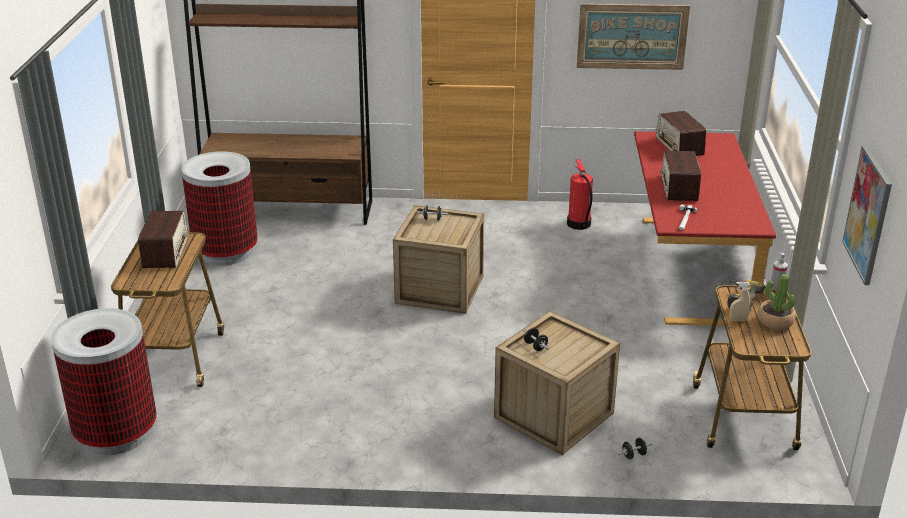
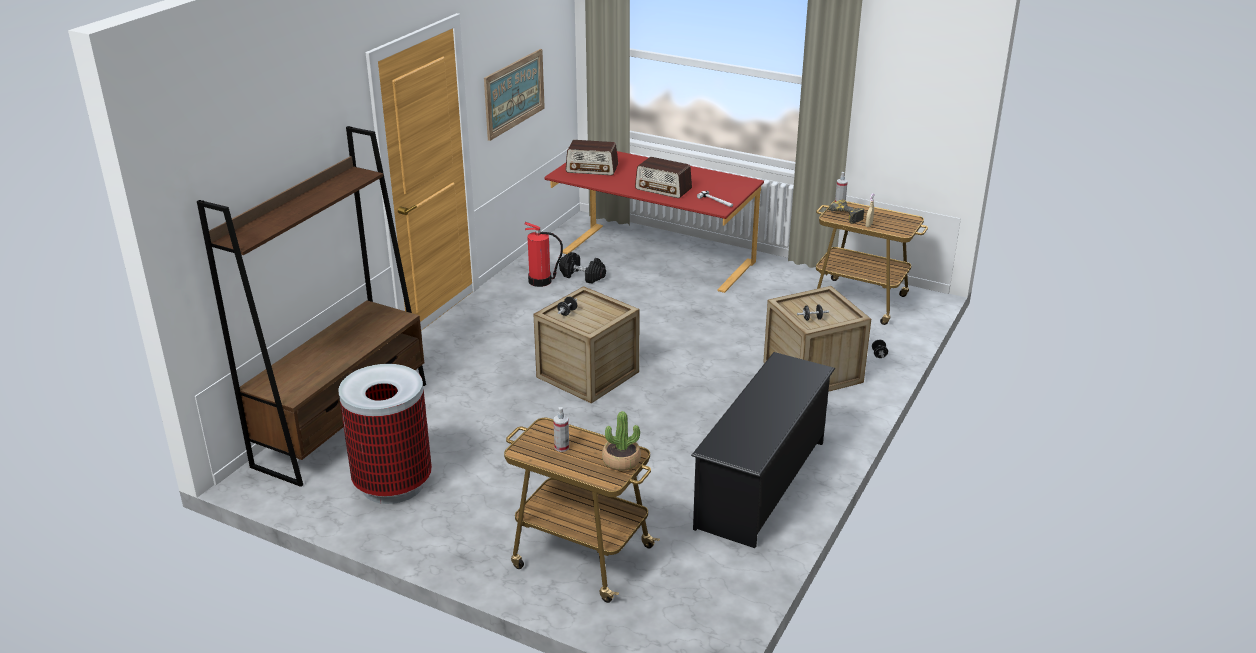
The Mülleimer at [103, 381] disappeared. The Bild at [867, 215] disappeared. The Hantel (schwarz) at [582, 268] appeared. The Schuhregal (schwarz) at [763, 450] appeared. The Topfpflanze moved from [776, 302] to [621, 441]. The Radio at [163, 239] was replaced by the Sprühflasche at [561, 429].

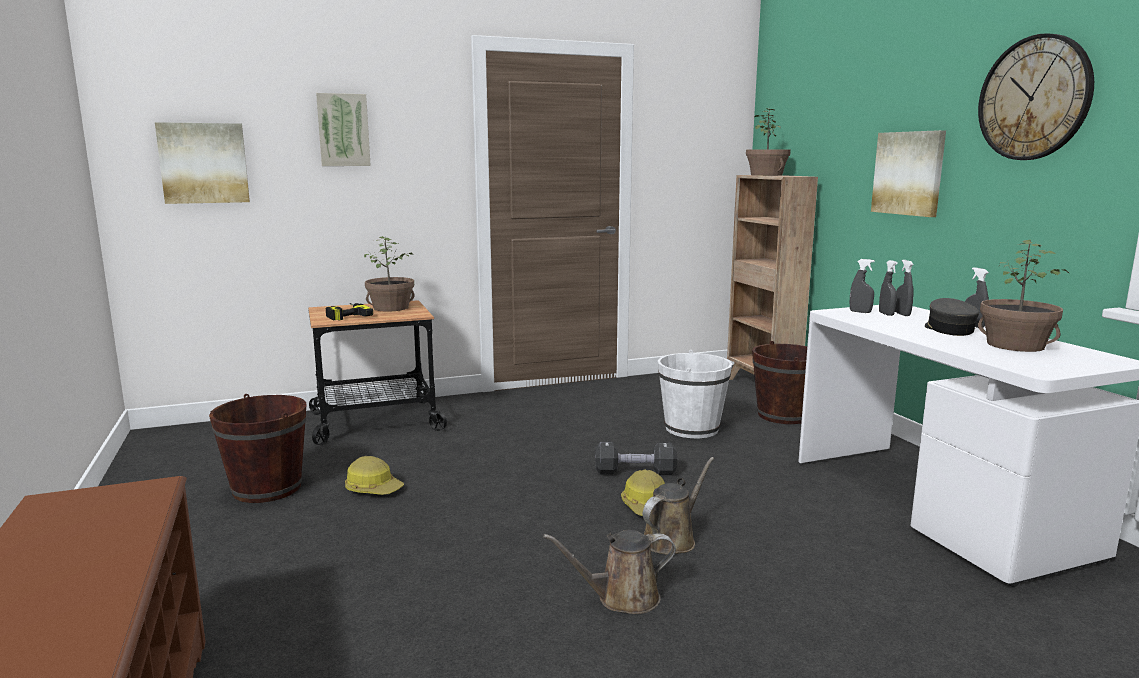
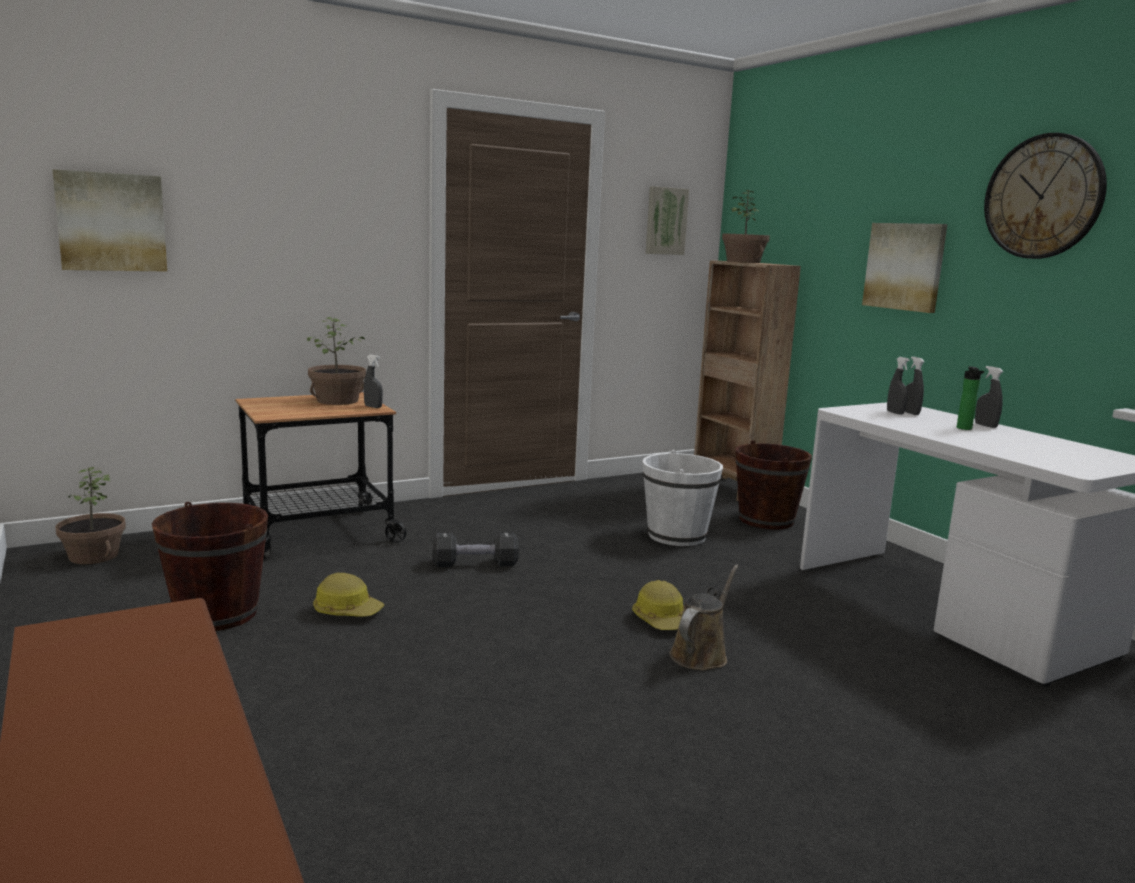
The Bohrmaschine at [349, 311] disappeared. The Gießkanne (braun) at [609, 572] disappeared. The Bild moved from [343, 129] to [667, 220]. The Hantel (schwarz) moved from [636, 458] to [475, 549]. The Sprühflasche (grau) moved from [862, 286] to [373, 381]. The Topfpflanze moved from [1023, 295] to [91, 515]. The Kappe (grau) at [952, 317] was replaced by the Flasche at [970, 398].

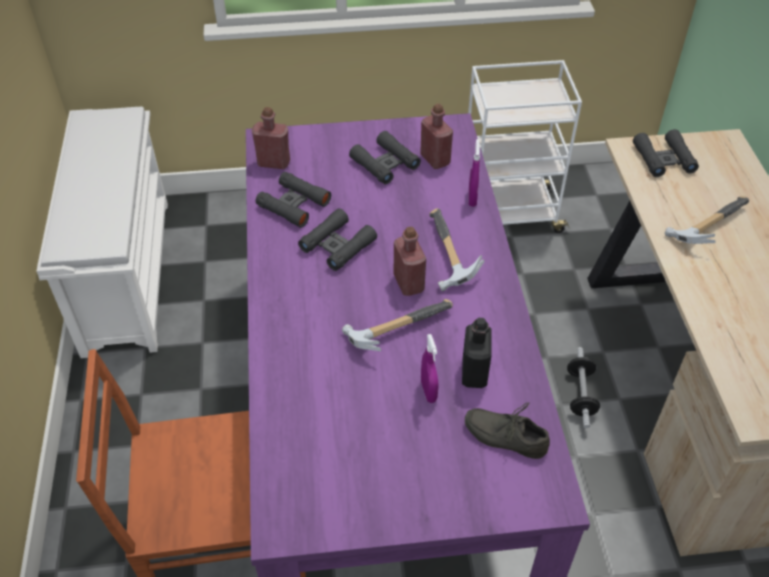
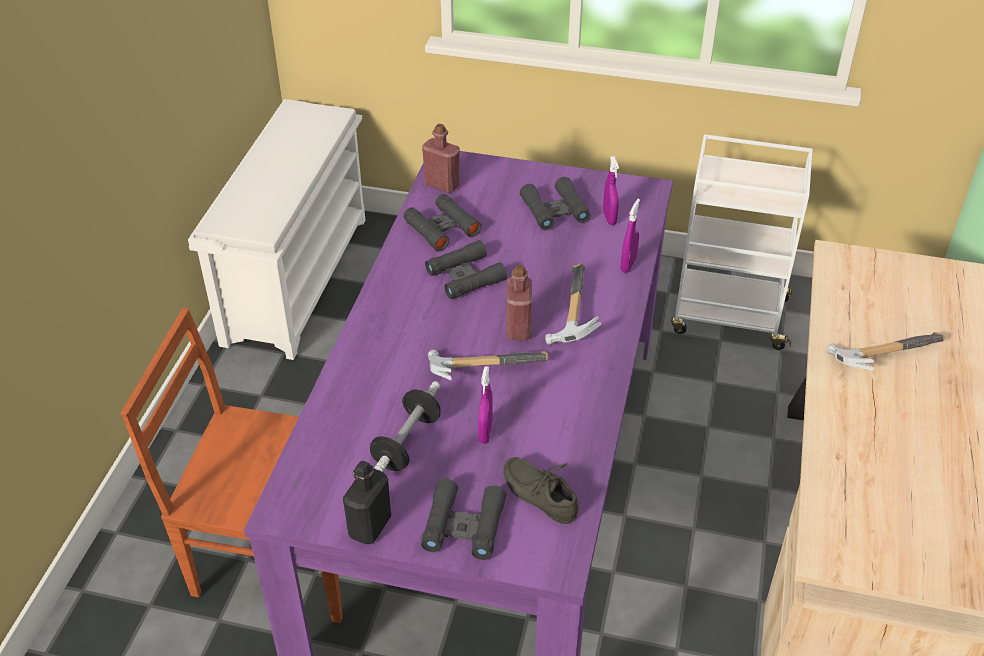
The Flasche (schwarz) moved from [477, 353] to [367, 502]. The Hantel moved from [583, 387] to [405, 426]. The Fernglas (schwarz) moved from [666, 153] to [464, 519]. The Flasche (rot) at [436, 136] was replaced by the Sprühflasche (lila) at [611, 190].

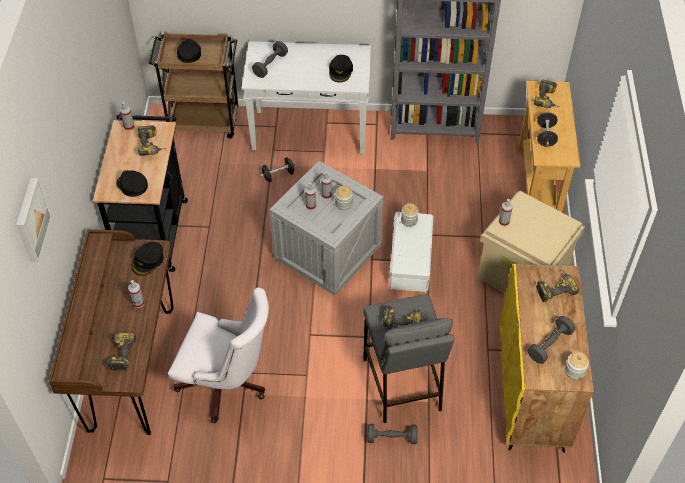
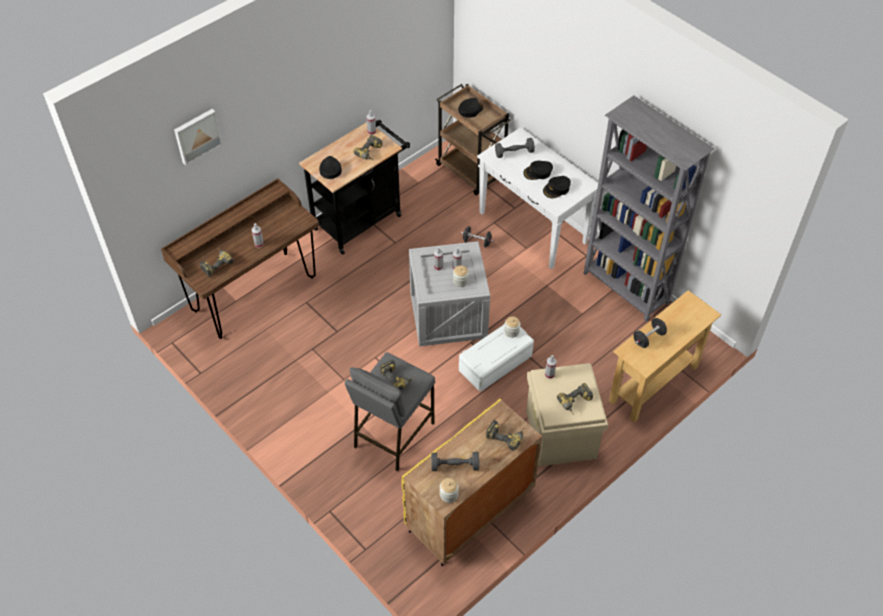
The Bürostuhl (weiß) at [218, 355] disappeared. The Hantel (grau) at [392, 434] disappeared. The Kappe (schwarz) moved from [147, 259] to [538, 170]. The Bohrmaschine moved from [547, 94] to [575, 399].

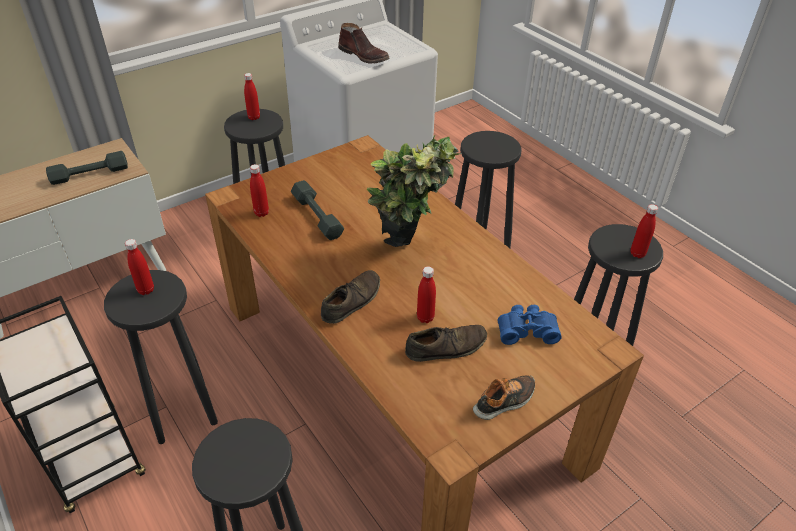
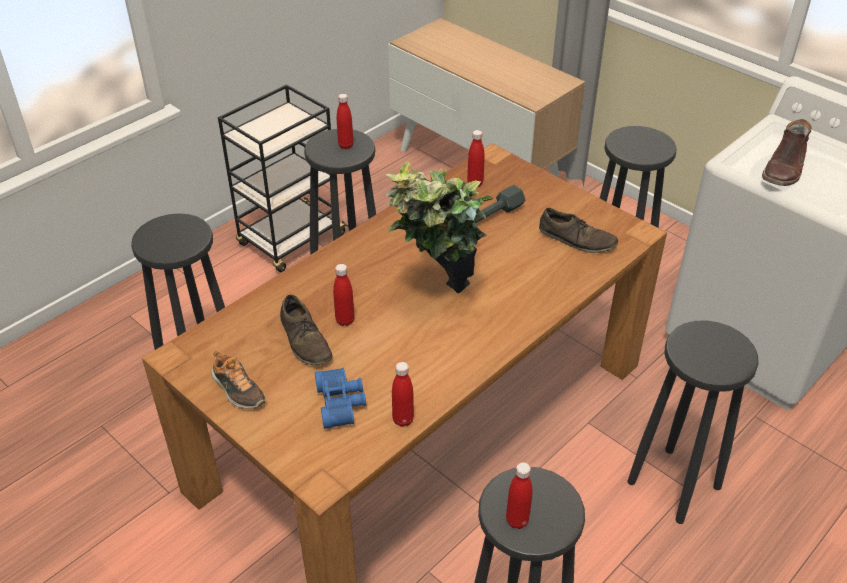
The Hantel (grau) at [87, 168] disappeared. The Flasche (rot) moved from [252, 96] to [403, 394]. The Schuh (braun) moved from [350, 297] to [578, 230].

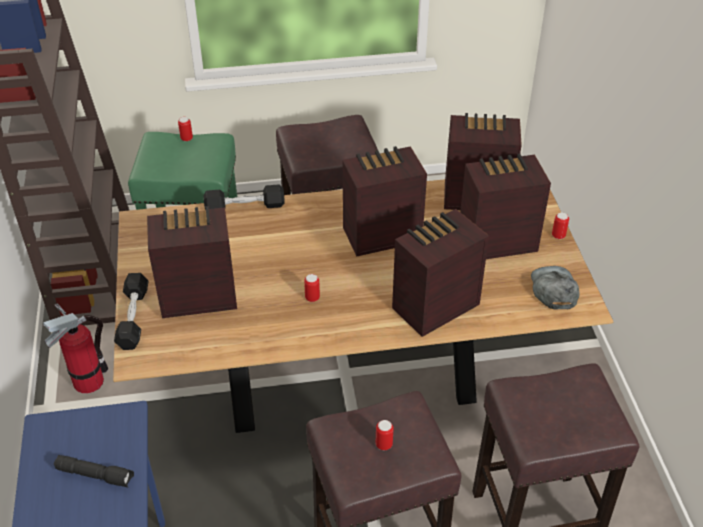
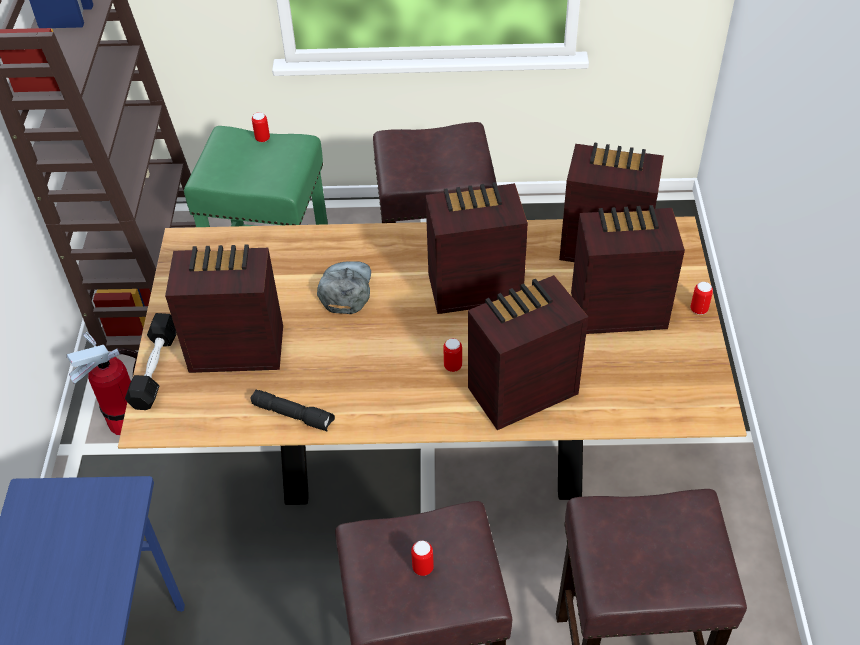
The Hantel (schwarz) at [244, 197] disappeared. The Taschenlampe (schwarz) moved from [94, 471] to [292, 411]. The Dose moved from [312, 288] to [452, 355]. The Kappe (grau) moved from [555, 287] to [344, 287].

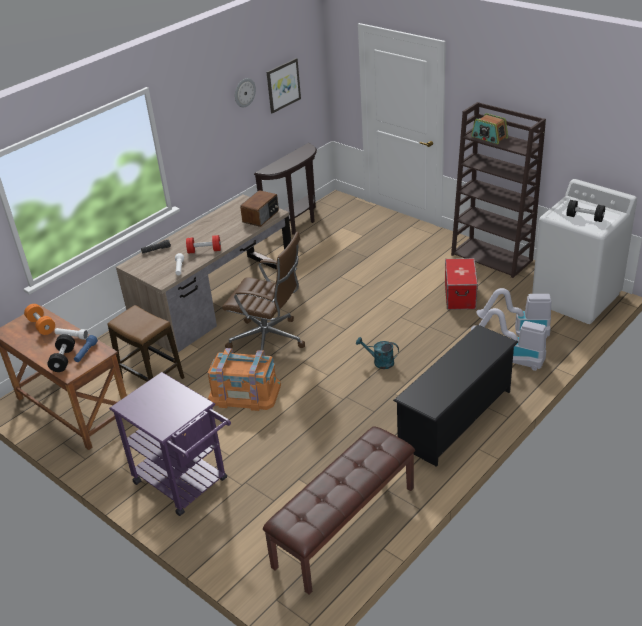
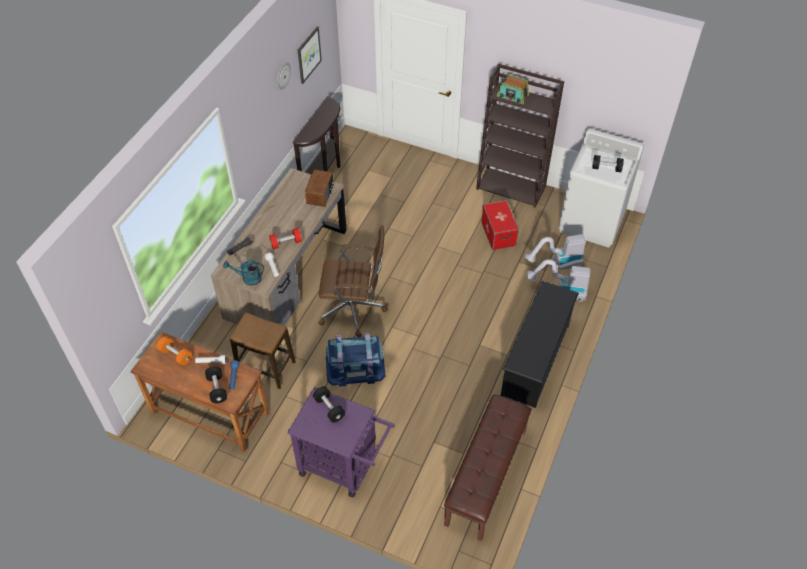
The Hantel (schwarz) at [329, 404] appeared. The Gießkanne (türkis) moved from [377, 353] to [243, 273]. The Aufbewahrungsbox (orange) at [244, 379] became the Aufbewahrungsbox (blau) at [355, 360].

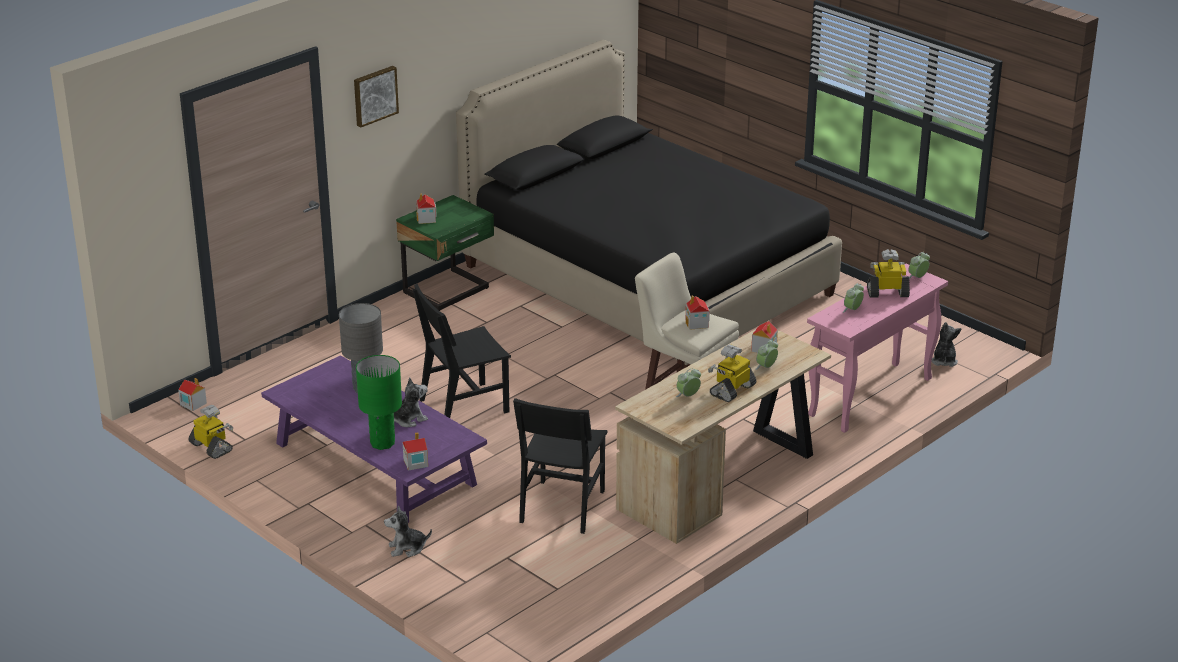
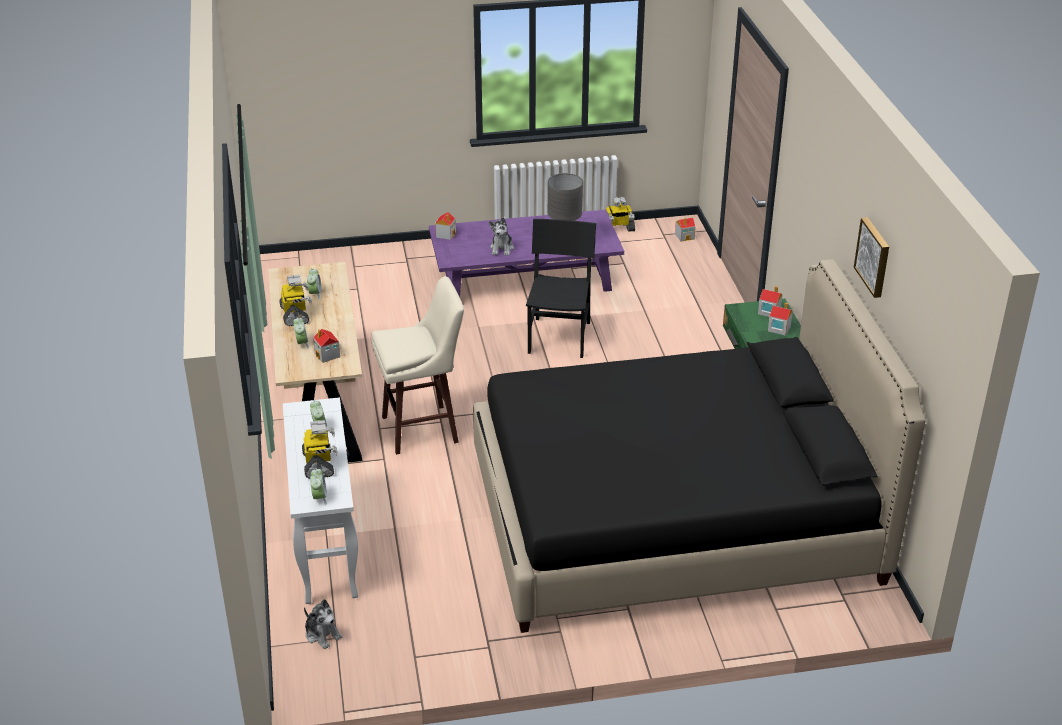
The Tischlampe (grün) at [379, 402] disappeared. The Plüschtier at [408, 531] disappeared. The Stuhl (schwarz) at [560, 466] disappeared. The Bild moved from [376, 97] to [871, 257]. The Spielzeughaus moved from [697, 312] to [780, 319]. The Konsolentisch (rosa) at [877, 348] became the Konsolentisch (weiß) at [320, 500]. The Spielzeugroboter at [888, 273] turned 45 degrees counterclockwise.

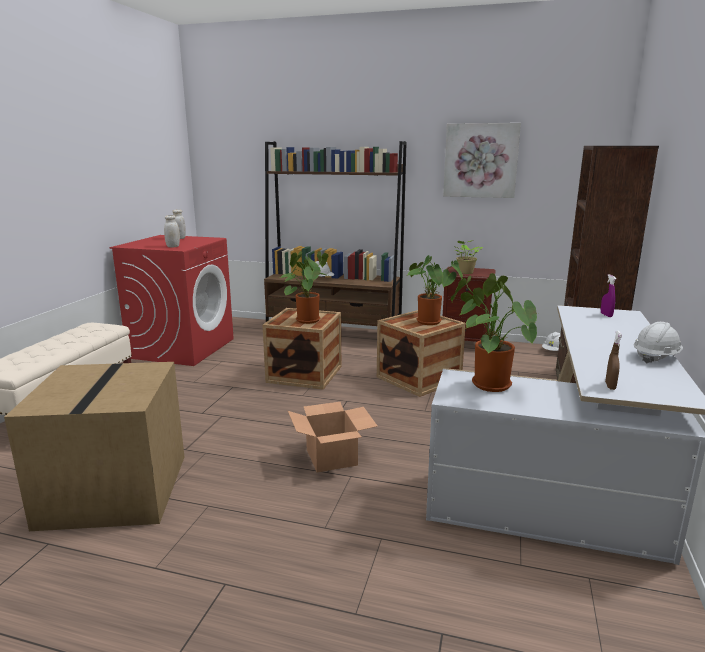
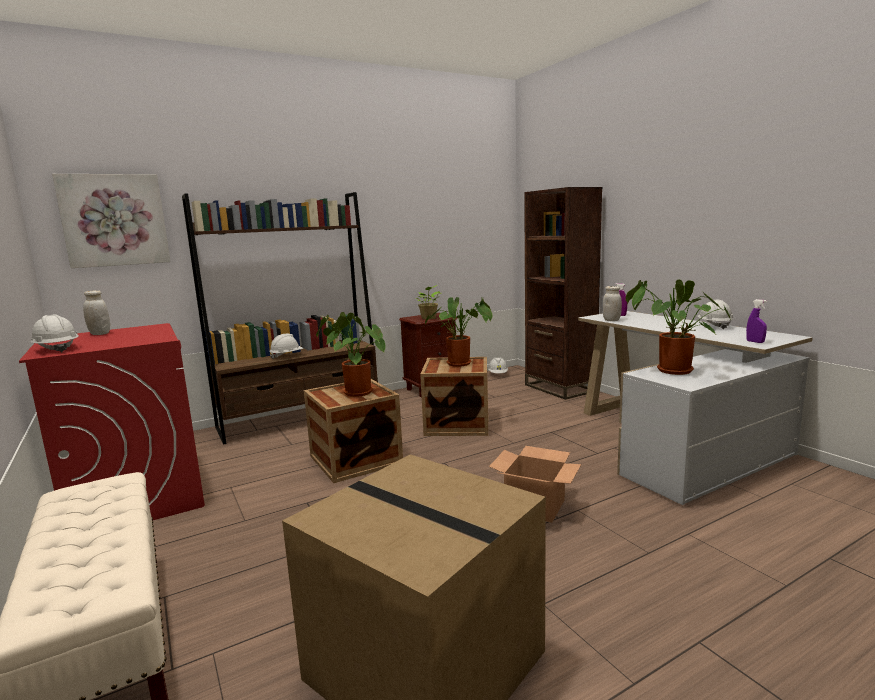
The Schutzhelm (weiß) at [55, 333] appeared. The Vorratsglas (weiß) moved from [172, 231] to [612, 303]. The Bild moved from [482, 160] to [111, 221]. The Sprühflasche (braun) at [613, 360] became the Sprühflasche (lila) at [756, 321].

